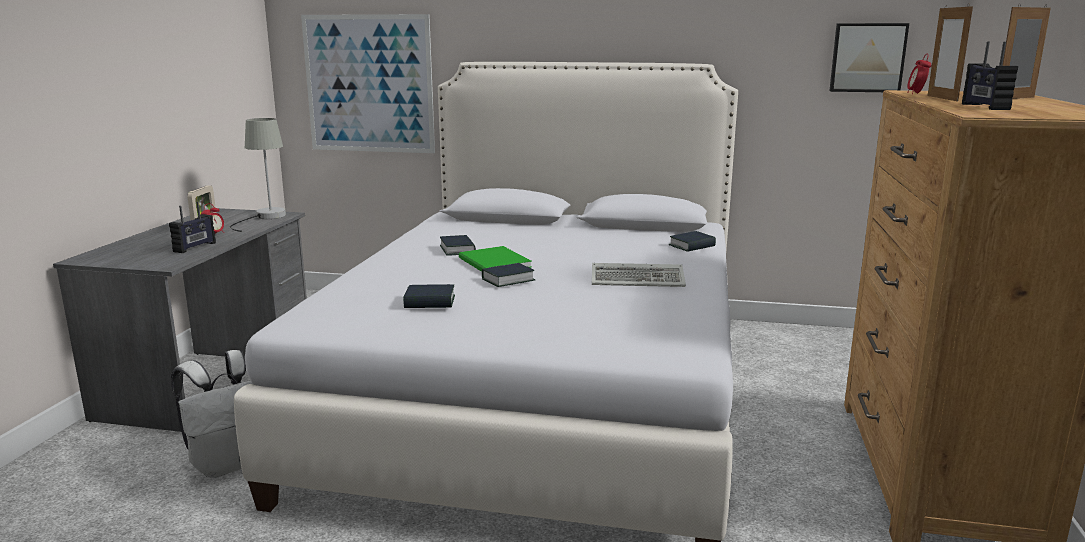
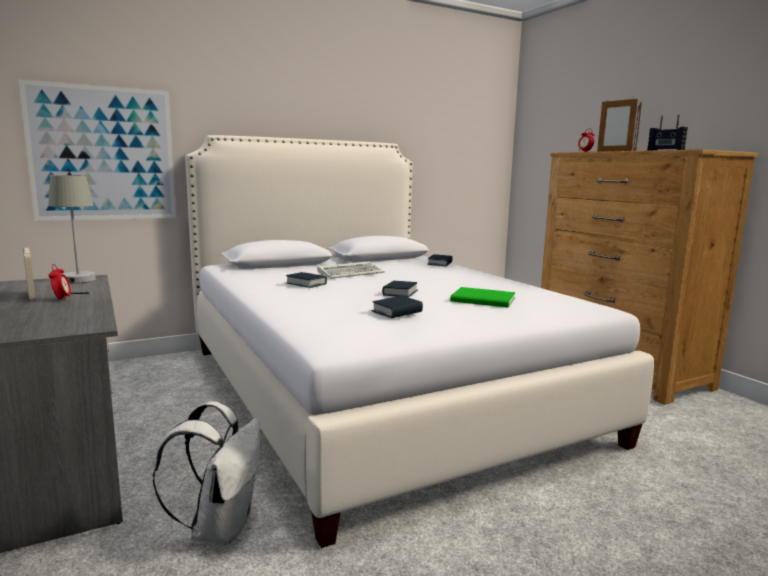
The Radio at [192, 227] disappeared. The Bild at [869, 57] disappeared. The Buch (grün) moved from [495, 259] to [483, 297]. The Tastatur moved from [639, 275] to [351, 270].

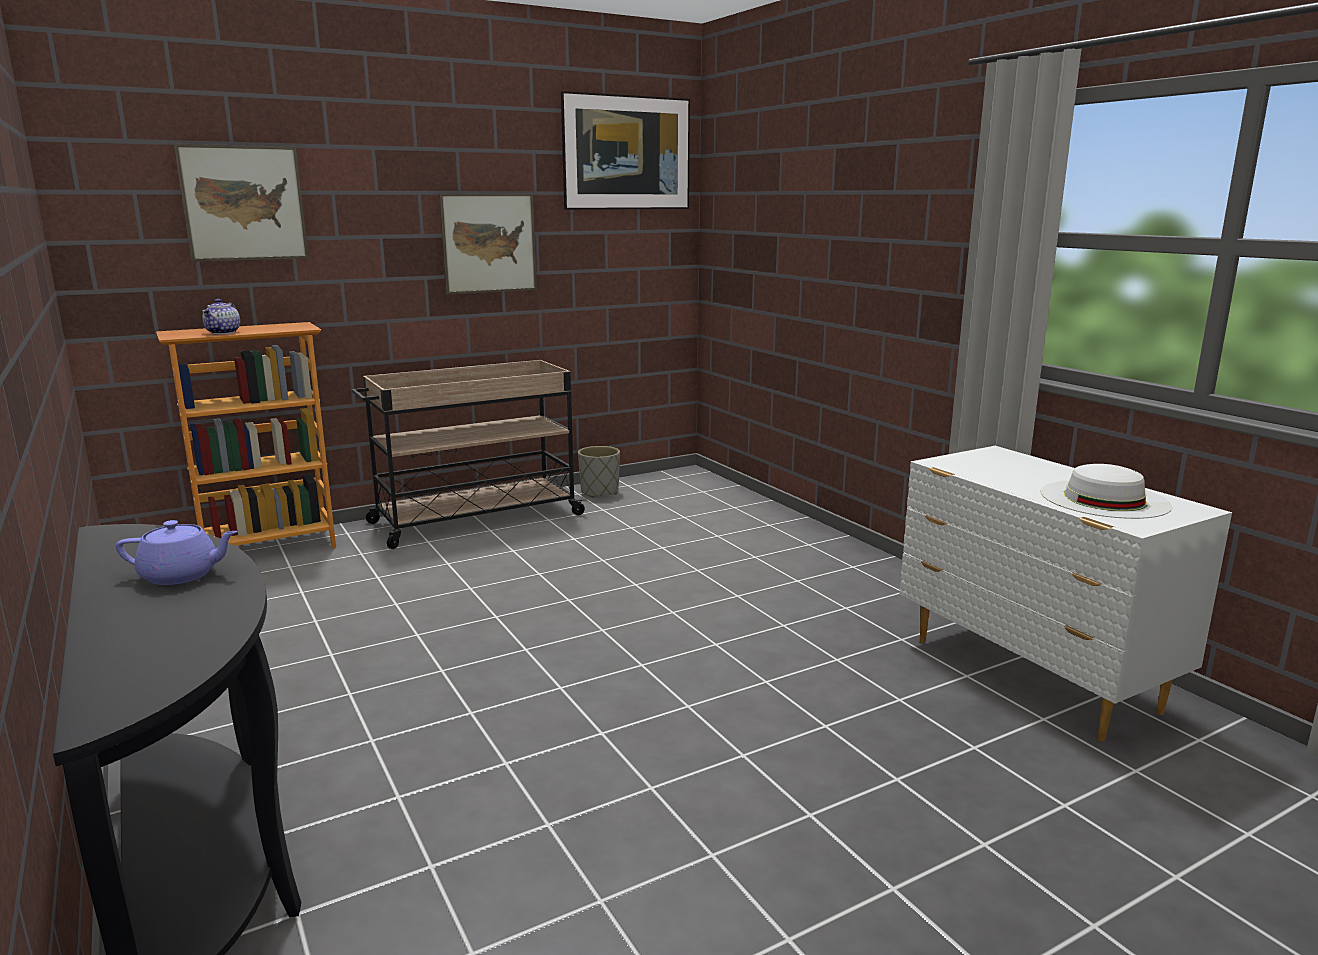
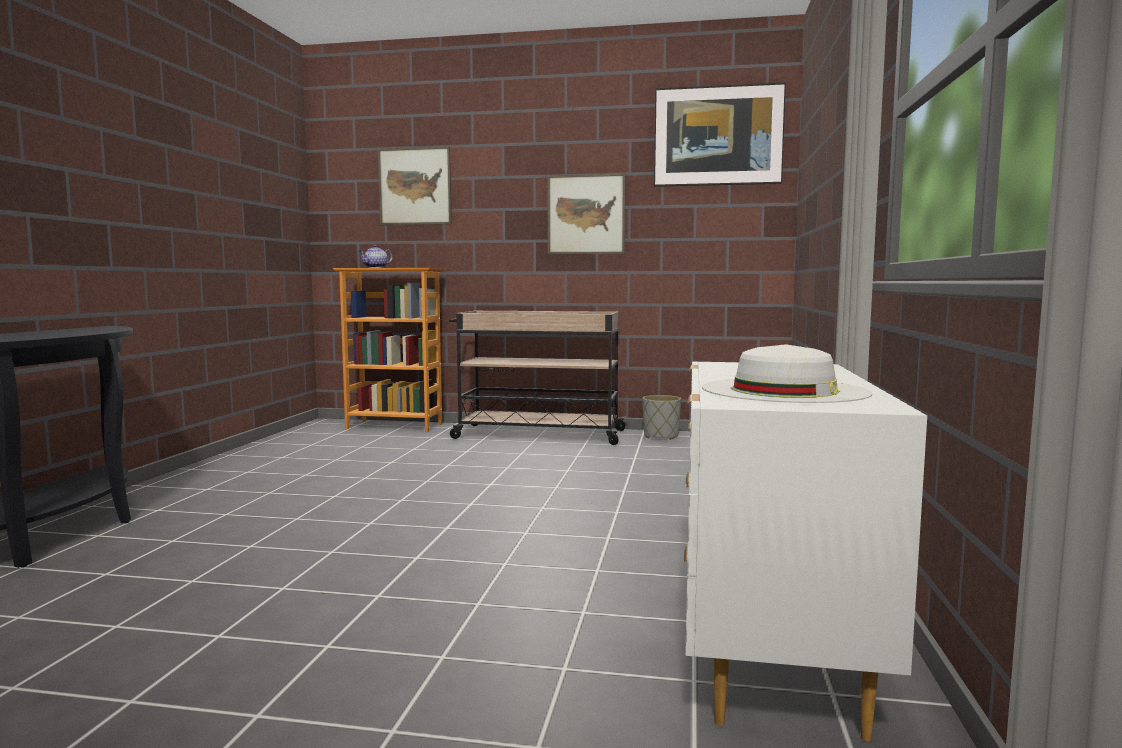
The Teekanne (lila) at [177, 552] disappeared.

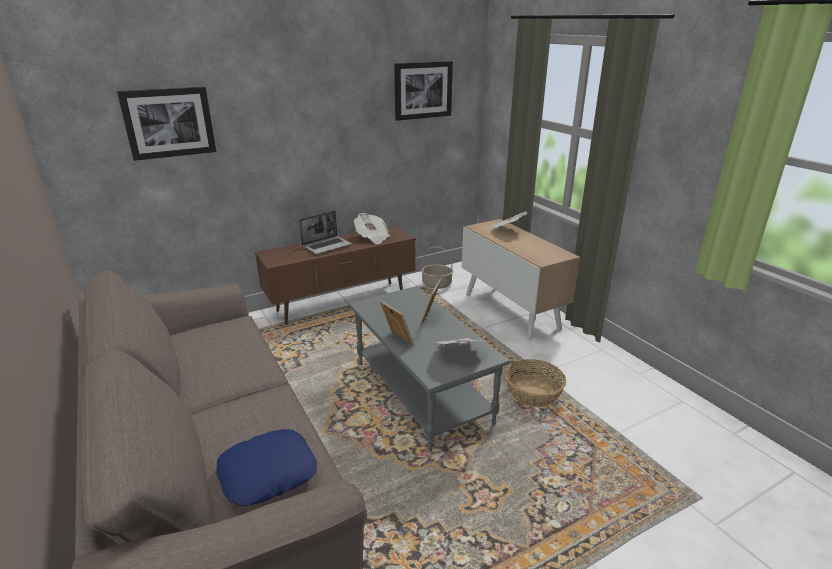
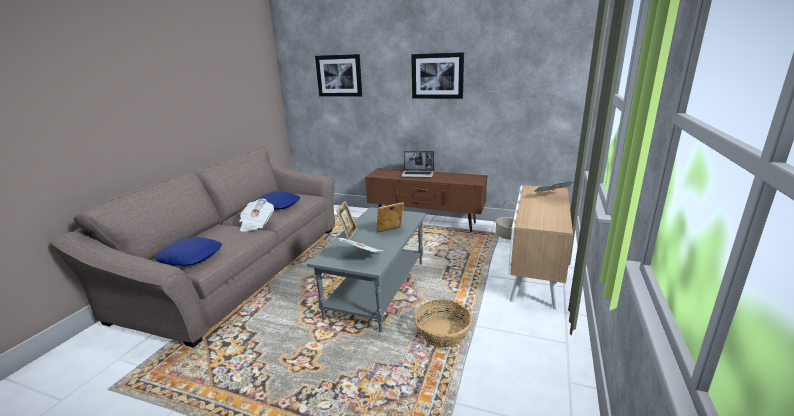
The Kissen (blau) at [276, 201] appeared. The Zeitung moved from [372, 228] to [256, 215]. The Bild moved from [423, 91] to [437, 75].

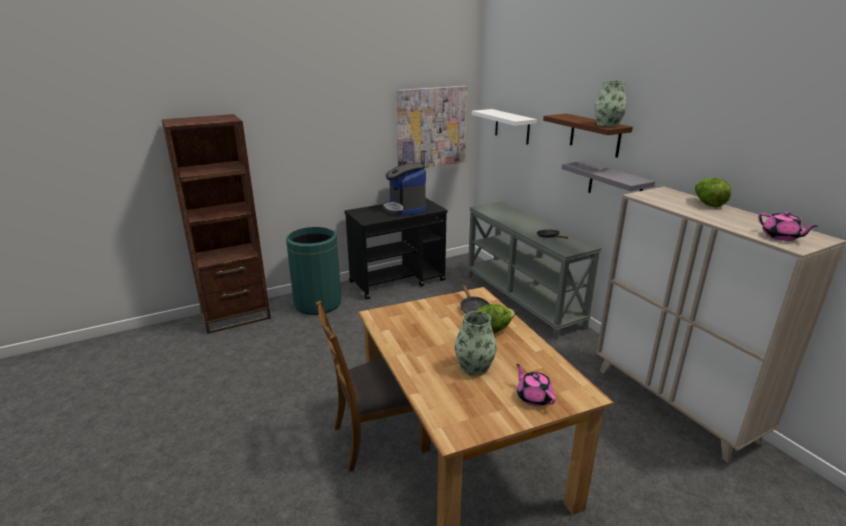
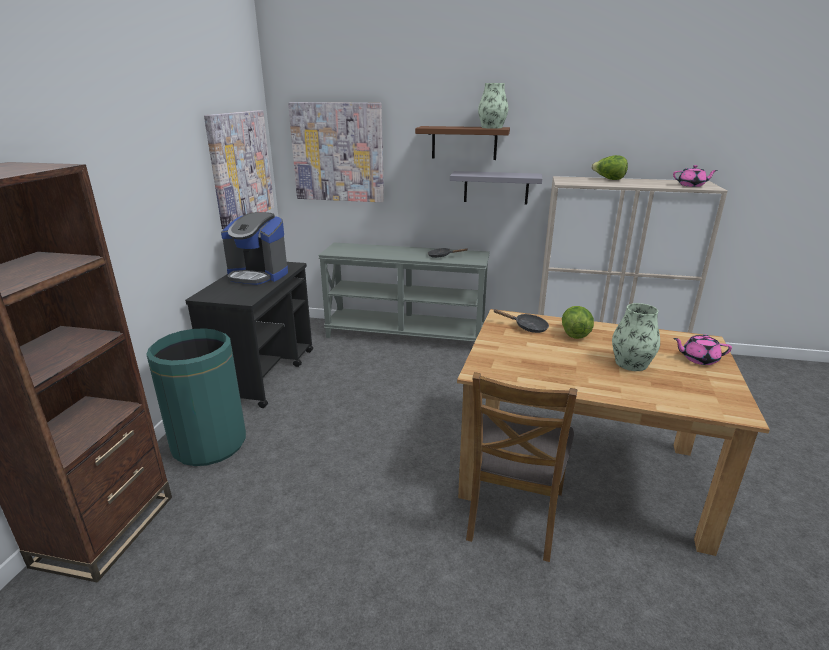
The Wandregal (weiß) at [504, 127] was replaced by the Bild at [336, 152].

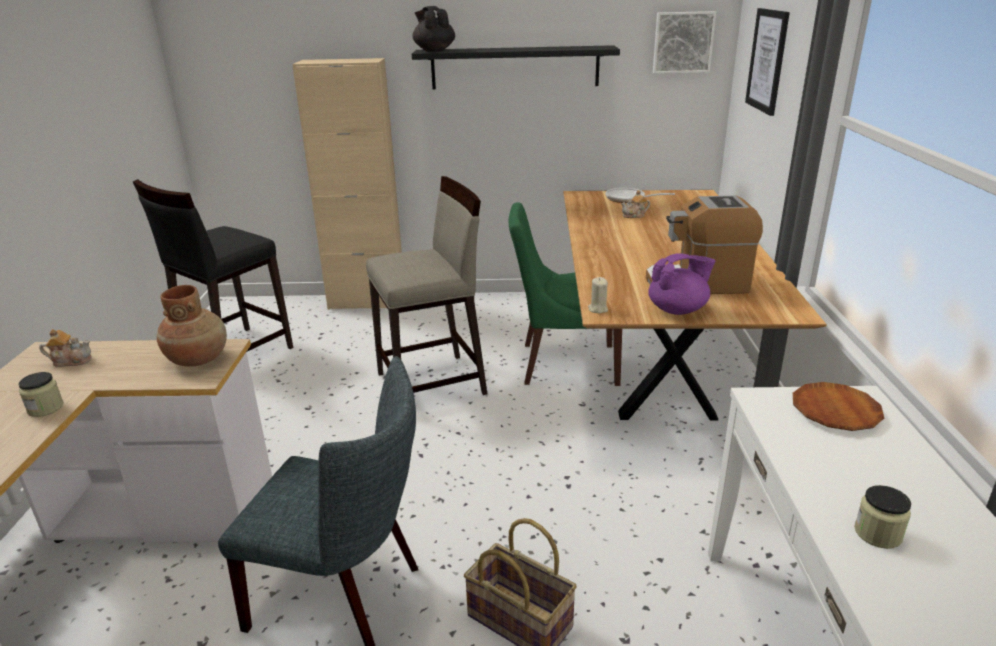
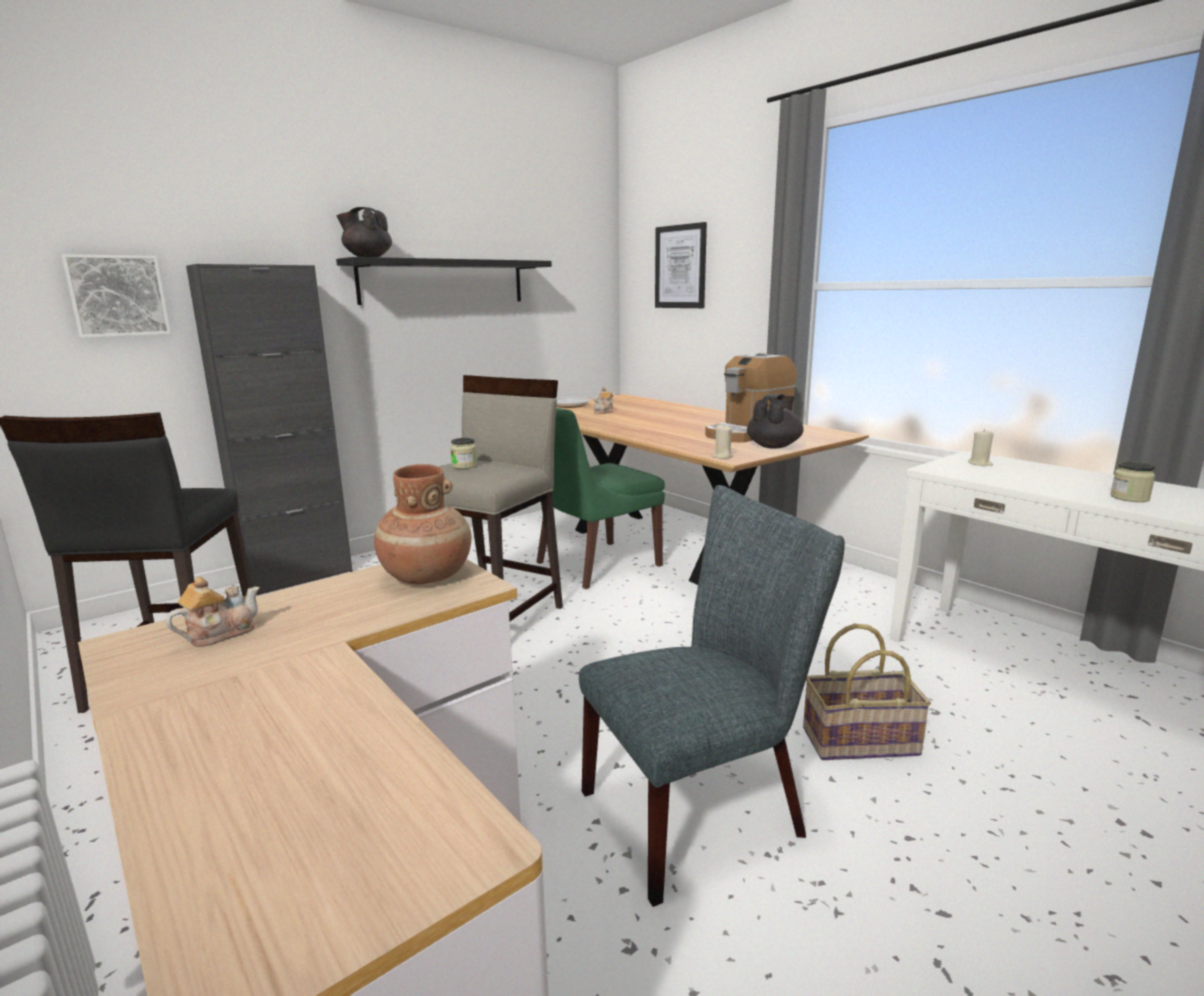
The Vorratsglas moved from [41, 394] to [463, 453]. The Bild moved from [684, 42] to [116, 296]. The Teller (braun) at [838, 406] was replaced by the Kerze (beige) at [981, 447]. The Schrank (beige) at [347, 184] became the Schrank (schwarz) at [269, 429]. The Teekanne (lila) at [682, 284] became the Teekanne (schwarz) at [775, 421].

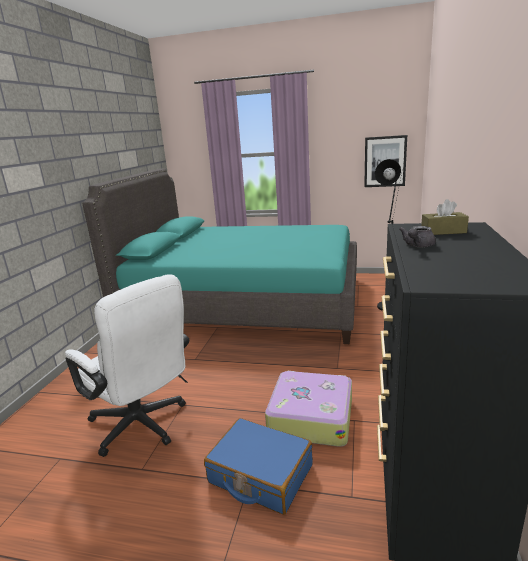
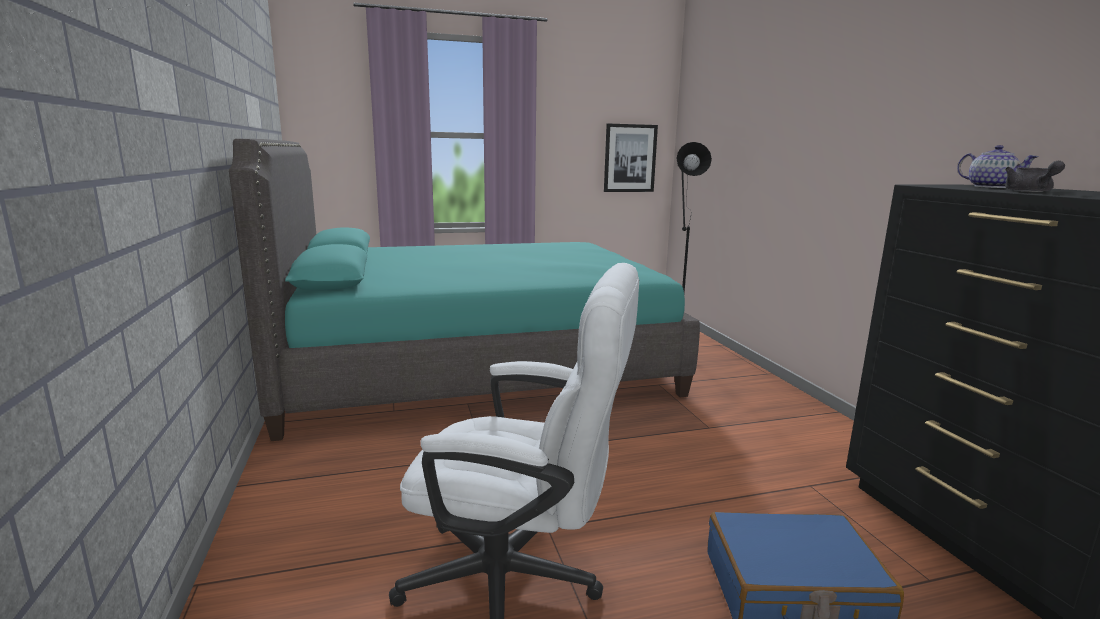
The Koffer at [308, 409] disappeared. The Taschentuchbox (braun) at [445, 217] was replaced by the Teekanne at [998, 166].

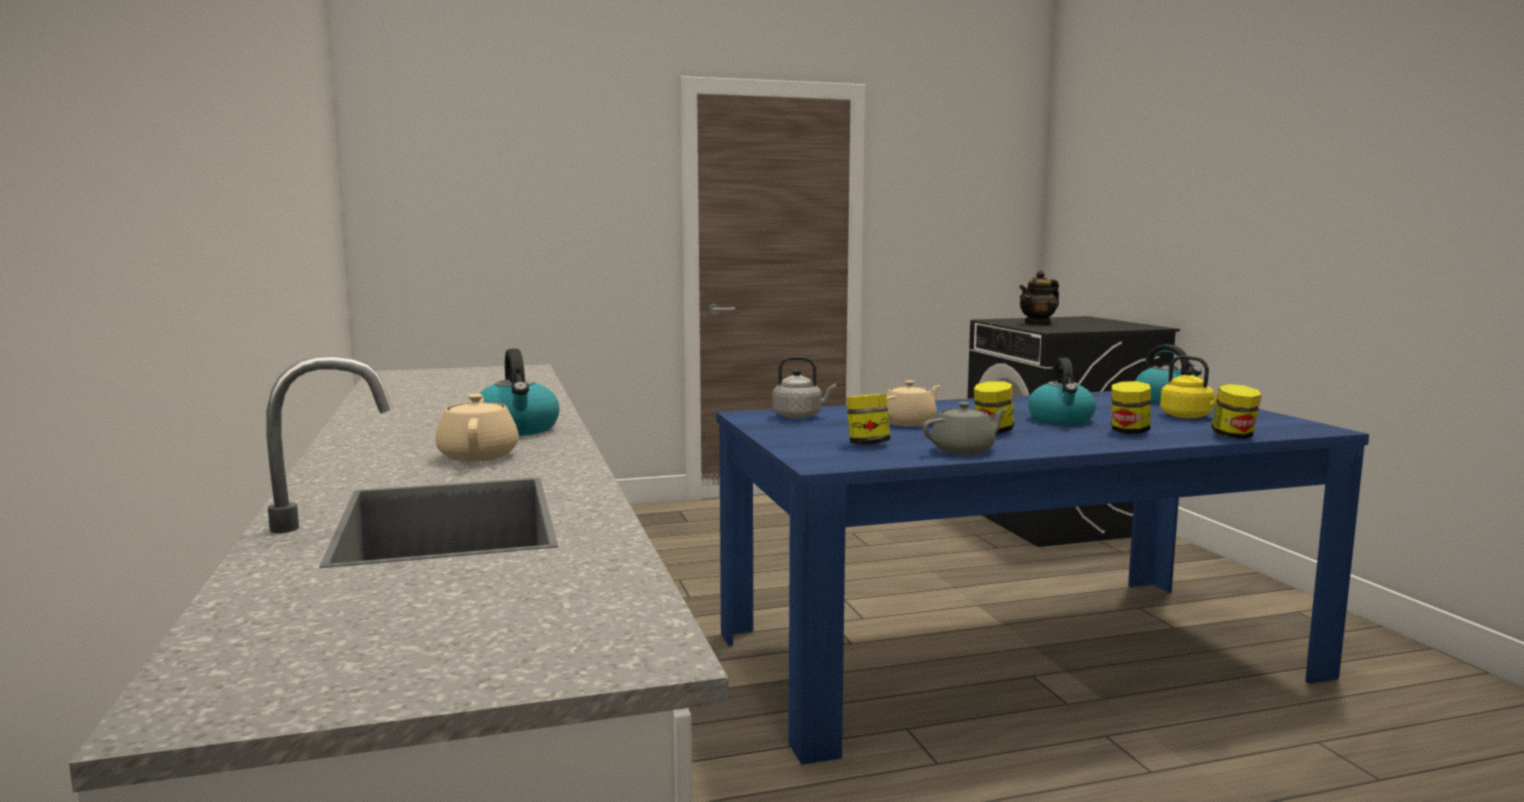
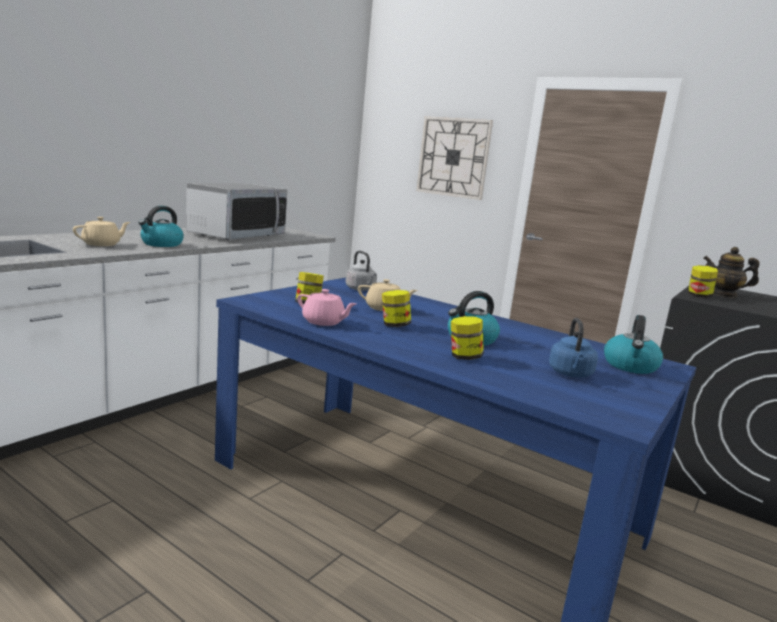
The Mikrowelle at [237, 211] appeared. The Wanduhr at [454, 158] appeared. The Vorratsglas moved from [1236, 411] to [703, 281]. The Teekanne (grau) at [965, 428] became the Teekanne (rosa) at [327, 307]. The Wasserkessel (gelb) at [1189, 386] became the Wasserkessel (blau) at [573, 348].

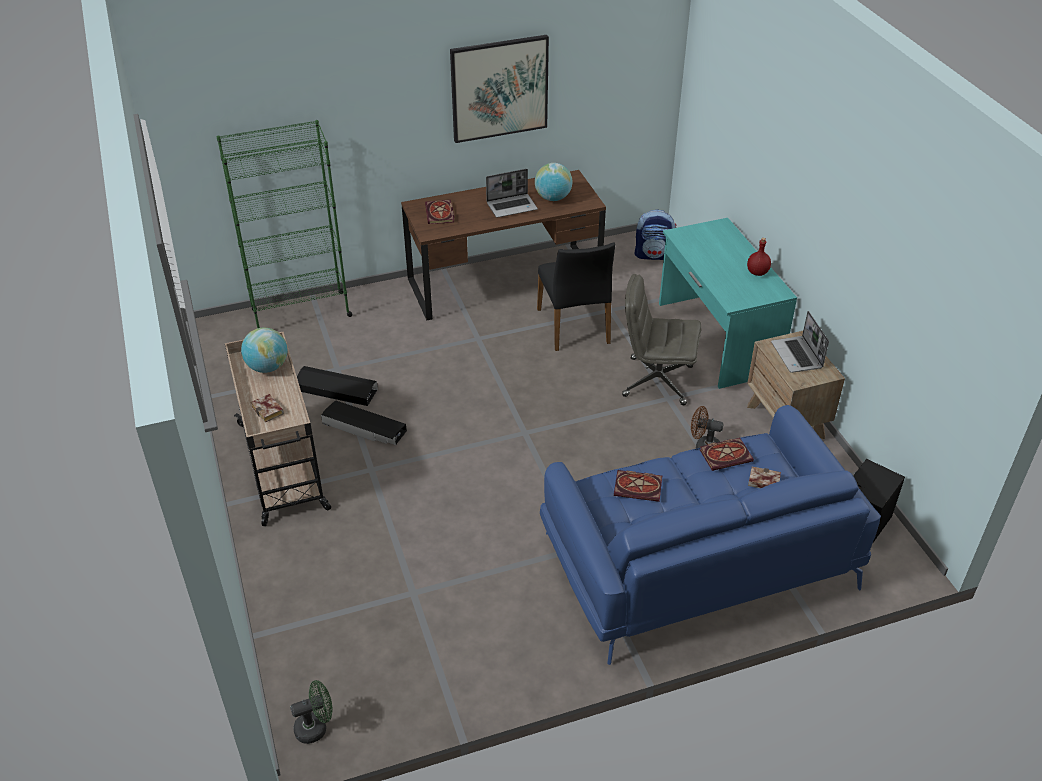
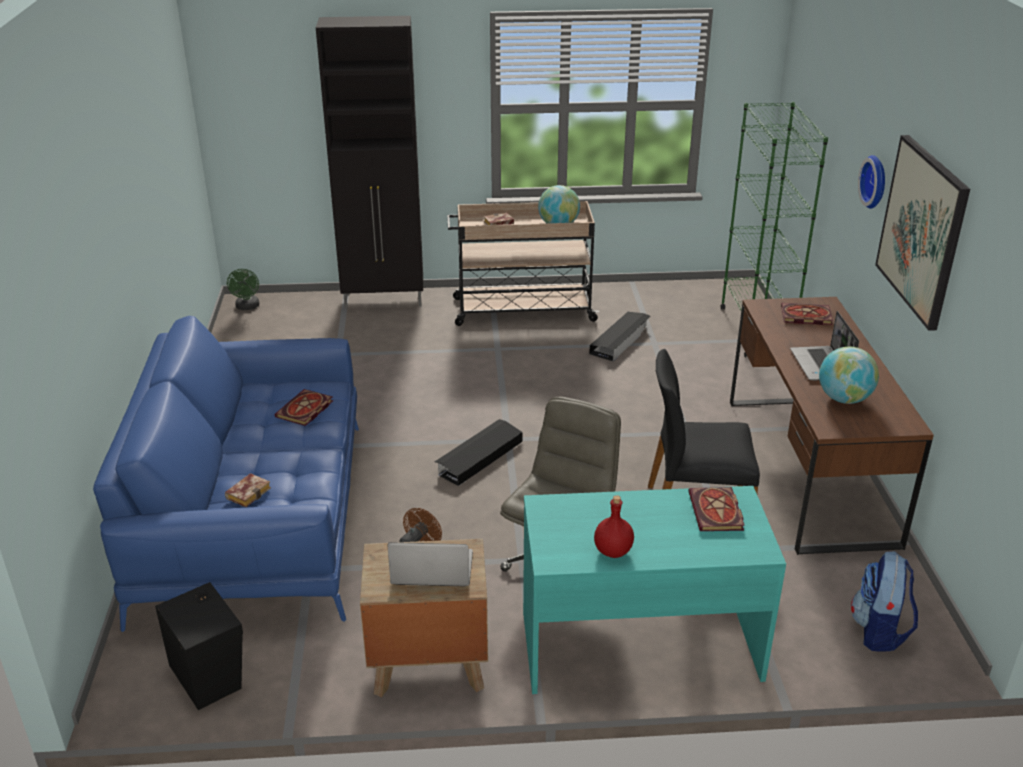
The Schrank (schwarz) at [369, 162] appeared. The Wanduhr at [871, 182] appeared. The Aufbewahrungsbox (schwarz) moved from [364, 422] to [478, 452]. The Buch moved from [727, 454] to [717, 509].

